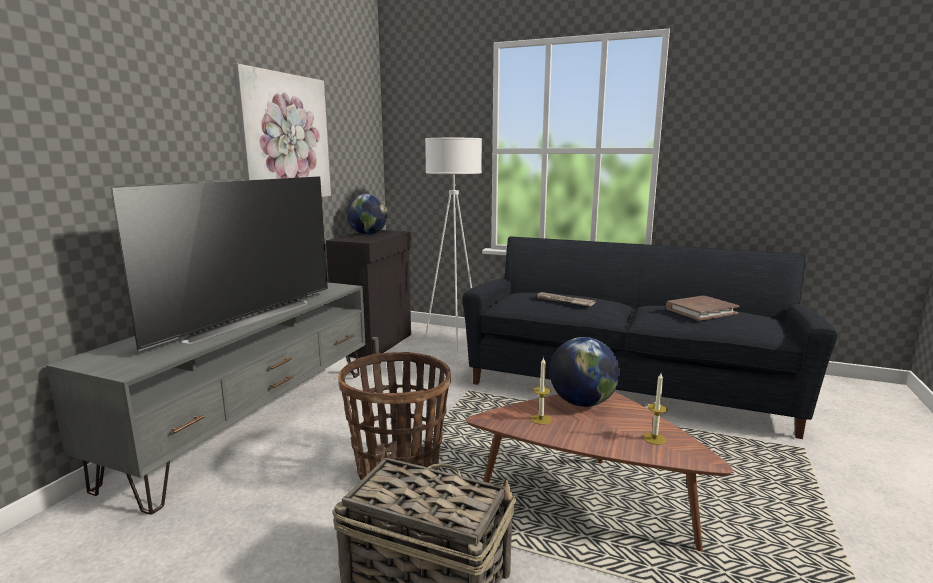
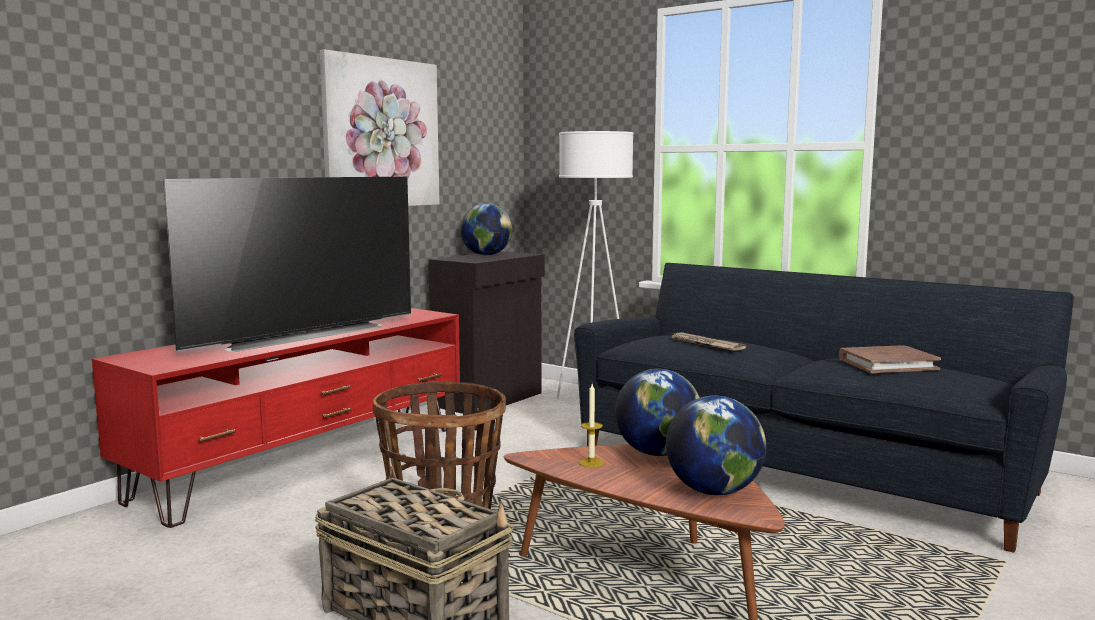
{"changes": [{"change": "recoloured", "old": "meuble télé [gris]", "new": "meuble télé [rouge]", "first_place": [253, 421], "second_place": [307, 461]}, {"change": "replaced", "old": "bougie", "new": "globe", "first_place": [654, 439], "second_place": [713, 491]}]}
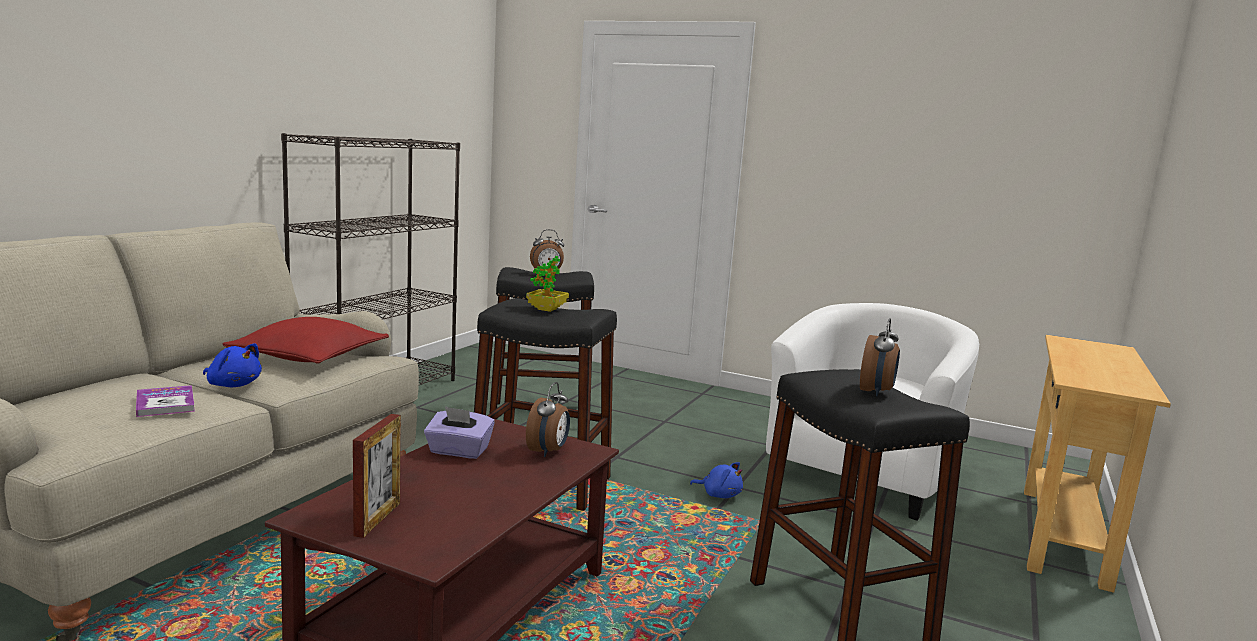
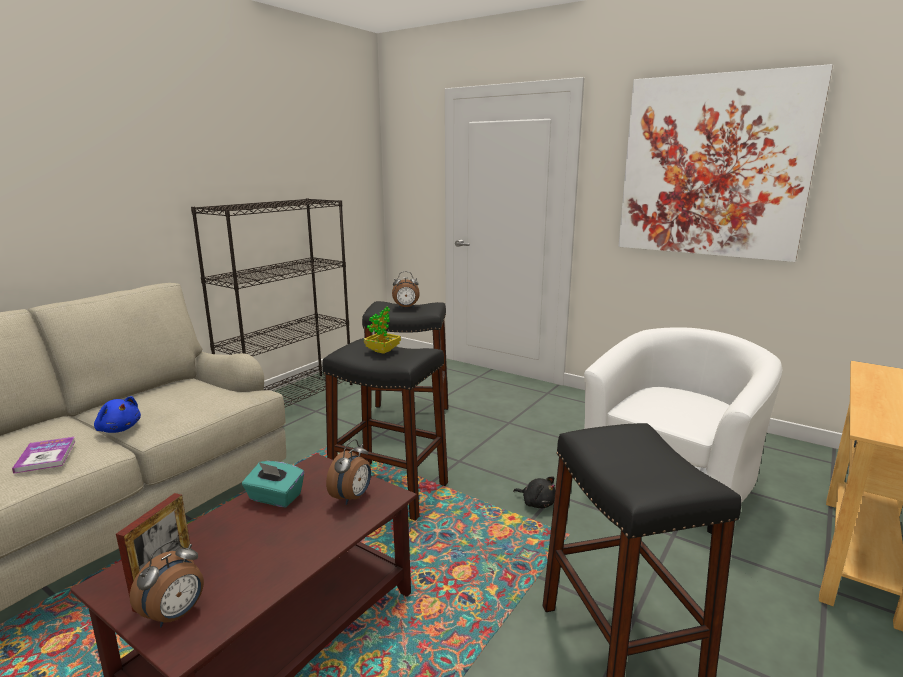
{"changes": [{"change": "removed", "old": "coussin [rouge]", "first_place": [309, 357]}, {"change": "moved", "old": "réveil", "first_place": [876, 392], "second_place": [176, 615]}, {"change": "recoloured", "old": "boîte à mouchoirs [violet]", "new": "boîte à mouchoirs [turquoise]", "first_place": [458, 451], "second_place": [275, 498]}, {"change": "recoloured", "old": "peluche [bleu]", "new": "peluche [noir]", "first_place": [719, 495], "second_place": [537, 503]}, {"change": "added", "new": "tableau", "second_place": [713, 167]}]}
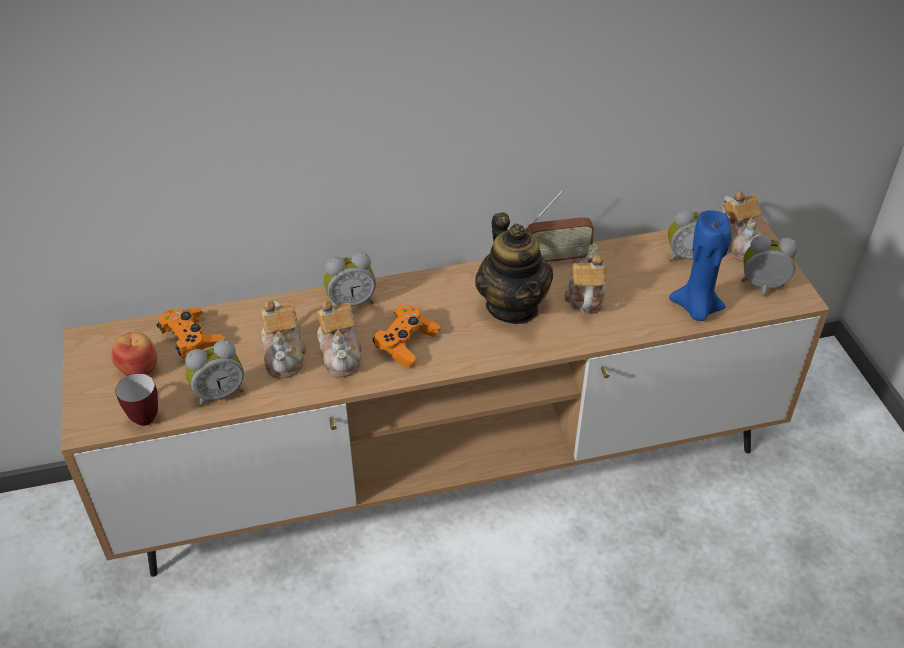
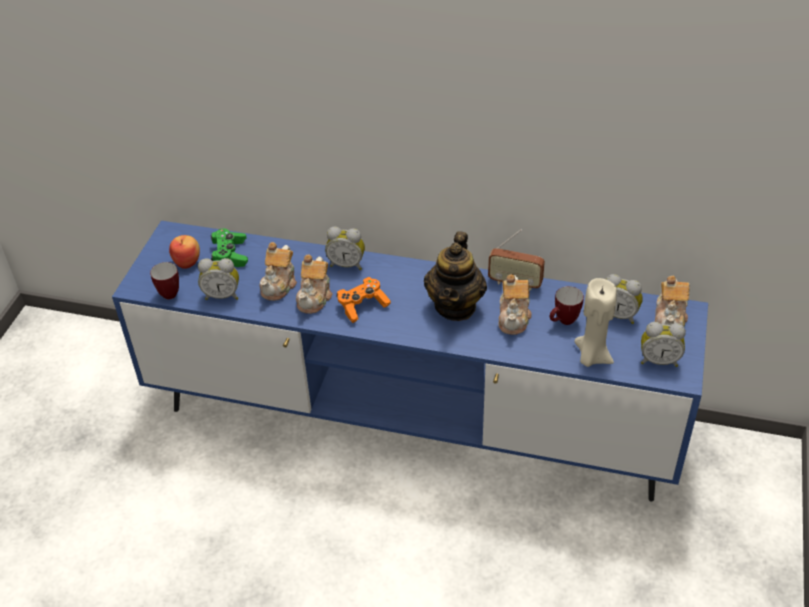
{"changes": [{"change": "recoloured", "old": "bougie [bleu]", "new": "bougie [beige]", "first_place": [696, 309], "second_place": [591, 356]}, {"change": "recoloured", "old": "meuble télé [marron]", "new": "meuble télé [bleu]", "first_place": [451, 472], "second_place": [410, 422]}, {"change": "turned", "old": "réveil", "first_place": [762, 288], "second_place": [658, 360], "degrees": 150}, {"change": "turned", "old": "théière", "first_place": [585, 296], "second_place": [514, 317], "degrees": 150}, {"change": "recoloured", "old": "manette [orange]", "new": "manette [vert]", "first_place": [192, 340], "second_place": [230, 255]}, {"change": "added", "new": "mug", "second_place": [563, 322]}]}
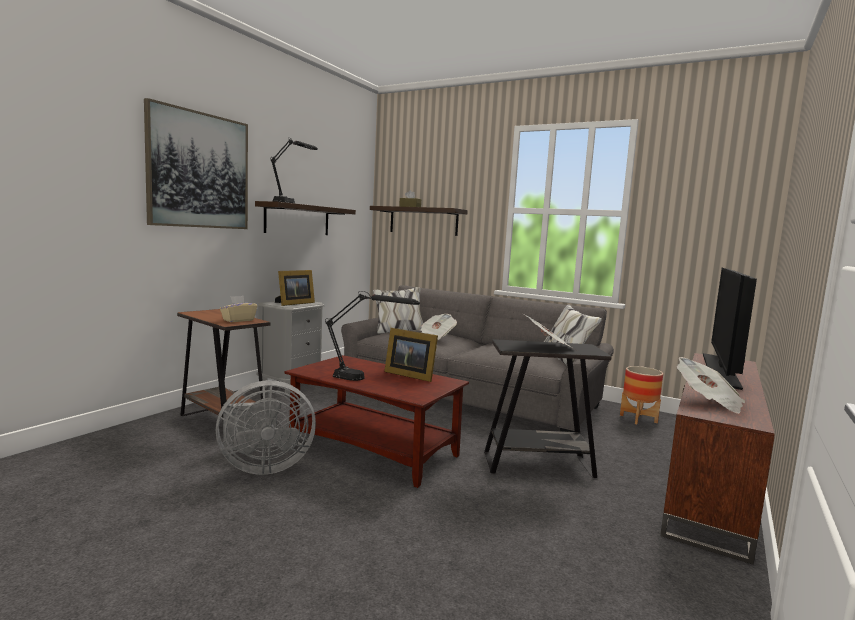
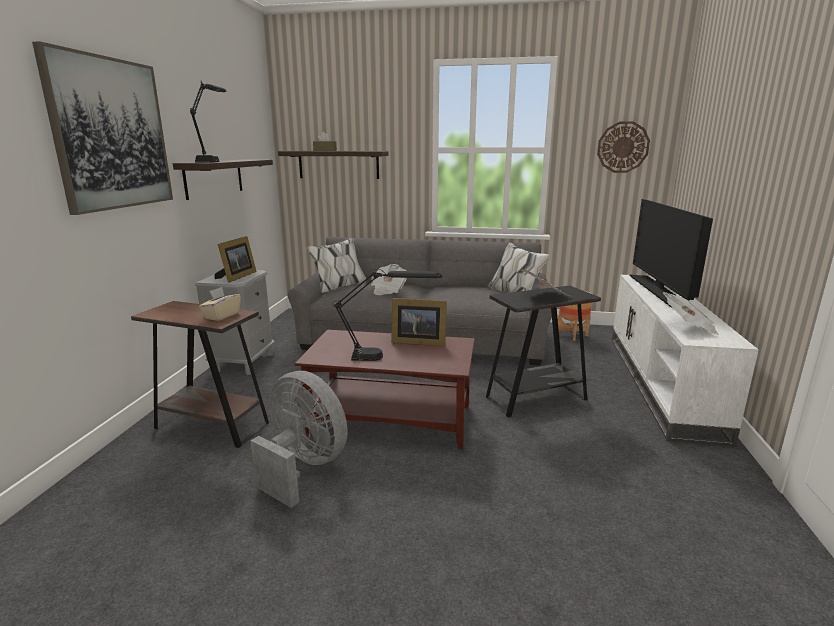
{"changes": [{"change": "recoloured", "old": "meuble télé [marron]", "new": "meuble télé [blanc]", "first_place": [711, 482], "second_place": [662, 383]}, {"change": "turned", "old": "ventilateur [gris]", "first_place": [262, 467], "second_place": [303, 467], "degrees": -105}, {"change": "added", "new": "horloge murale", "second_place": [623, 147]}]}
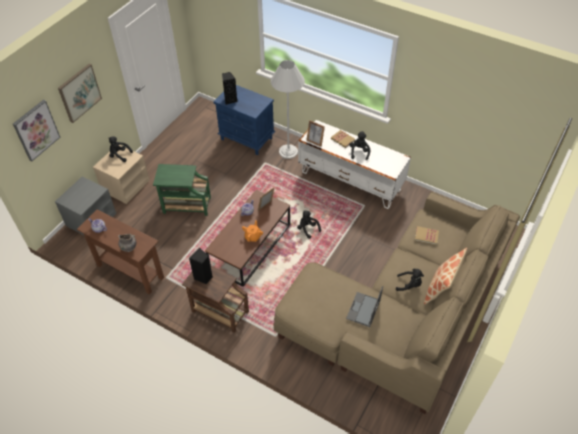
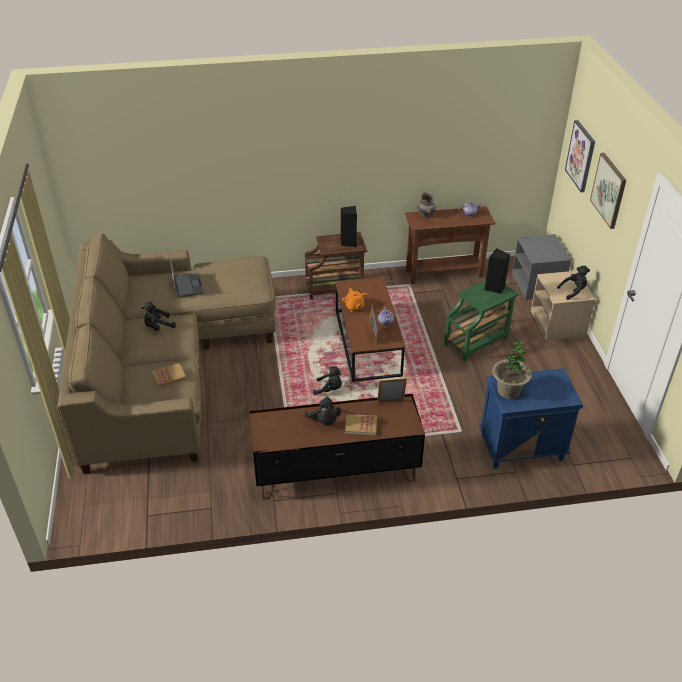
{"changes": [{"change": "removed", "old": "lampadaire [blanc]", "first_place": [288, 152]}, {"change": "moved", "old": "enceinte [noir]", "first_place": [230, 100], "second_place": [495, 288]}, {"change": "recoloured", "old": "meuble télé [blanc]", "new": "meuble télé [marron]", "first_place": [350, 181], "second_place": [335, 471]}, {"change": "removed", "old": "coussin", "first_place": [441, 288]}, {"change": "added", "new": "plante en pot", "second_place": [508, 391]}]}
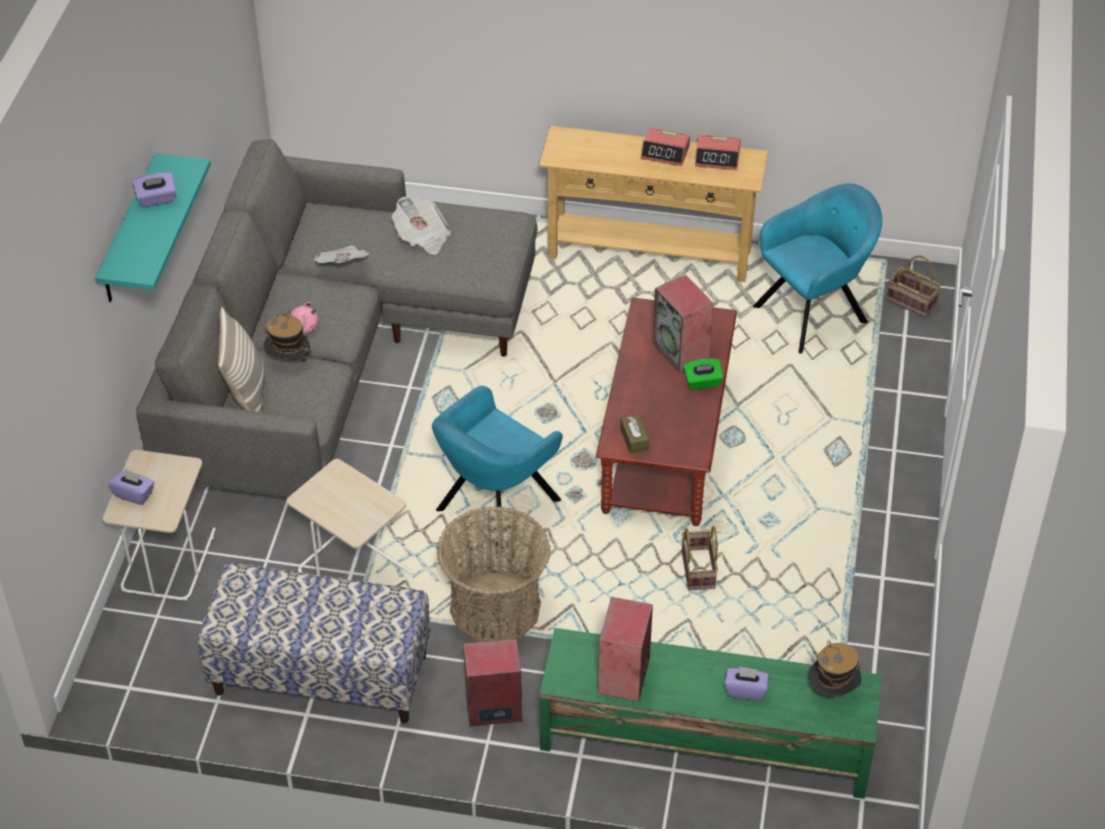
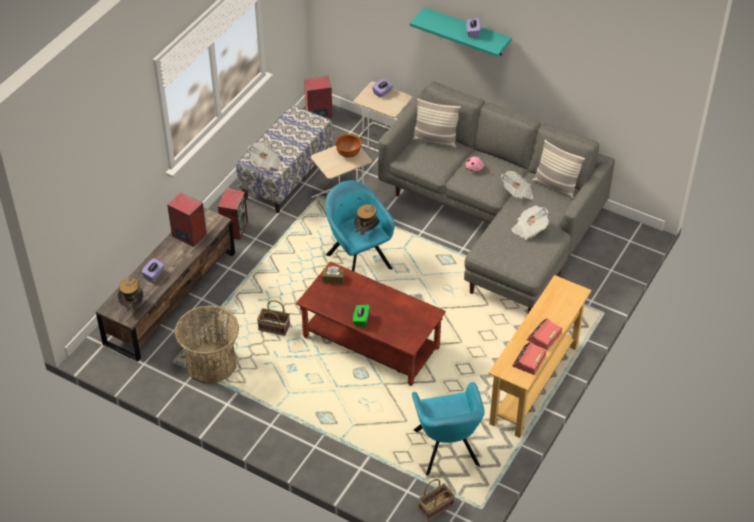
{"changes": [{"change": "moved", "old": "enceinte", "first_place": [681, 351], "second_place": [318, 113]}, {"change": "moved", "old": "chapeau", "first_place": [289, 362], "second_place": [366, 232]}, {"change": "moved", "old": "panier", "first_place": [495, 609], "second_place": [211, 363]}, {"change": "recoloured", "old": "meuble télé [vert]", "new": "meuble télé [marron]", "first_place": [704, 739], "second_place": [171, 297]}, {"change": "added", "new": "bol [marron]", "second_place": [348, 154]}, {"change": "added", "new": "coussin", "second_place": [555, 186]}, {"change": "added", "new": "journal", "second_place": [266, 163]}]}
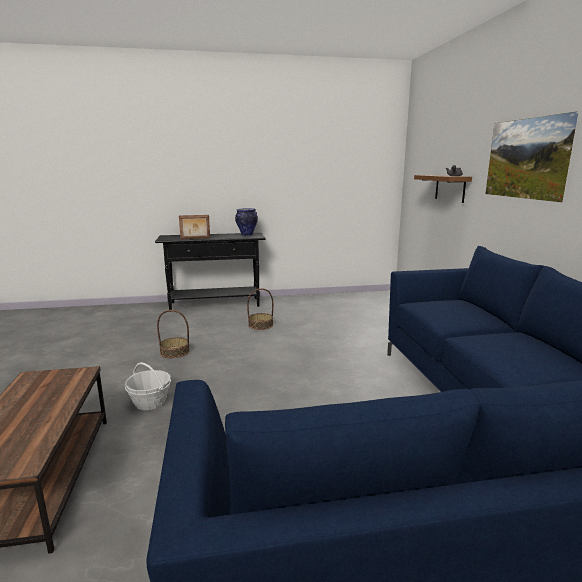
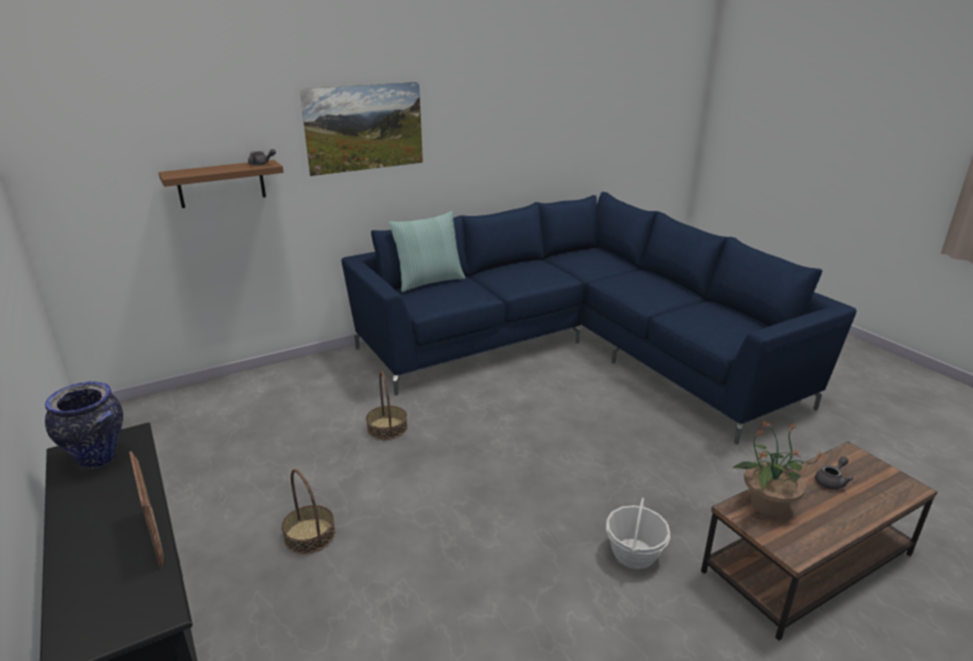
{"changes": [{"change": "moved", "old": "panier", "first_place": [175, 352], "second_place": [387, 428]}, {"change": "added", "new": "coussin", "second_place": [429, 281]}, {"change": "added", "new": "plante en pot", "second_place": [767, 504]}, {"change": "added", "new": "théière [gris]", "second_place": [831, 481]}]}
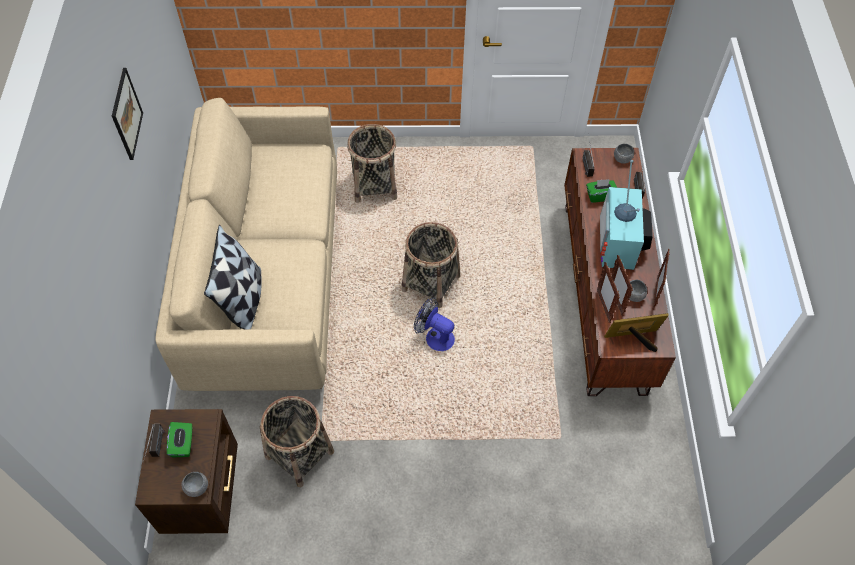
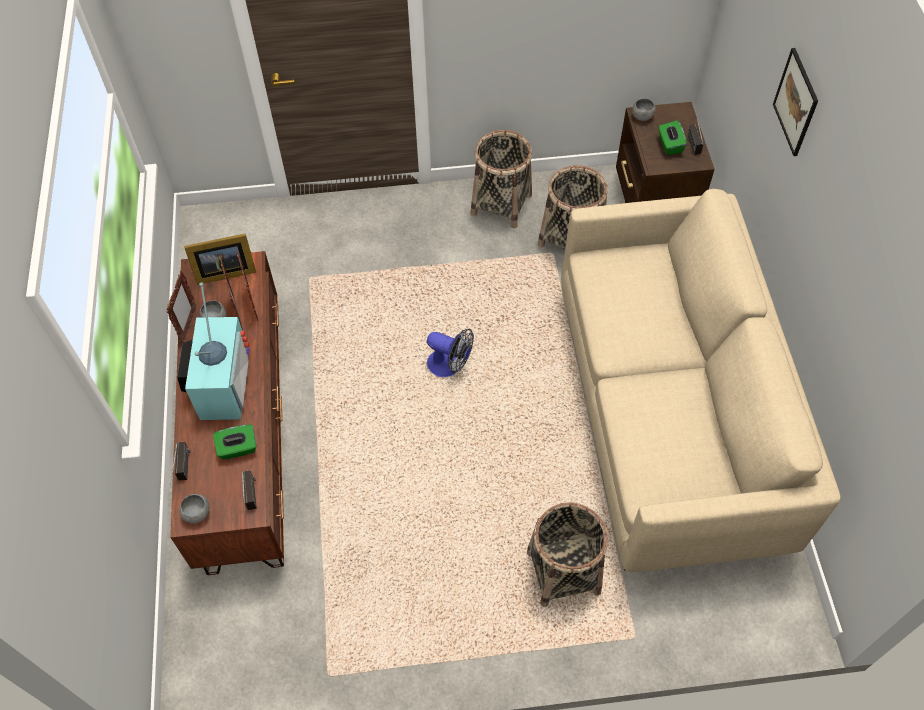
{"changes": [{"change": "moved", "old": "tableau", "first_place": [126, 114], "second_place": [796, 102]}, {"change": "moved", "old": "panier", "first_place": [430, 283], "second_place": [501, 204]}, {"change": "removed", "old": "coussin", "first_place": [243, 301]}]}
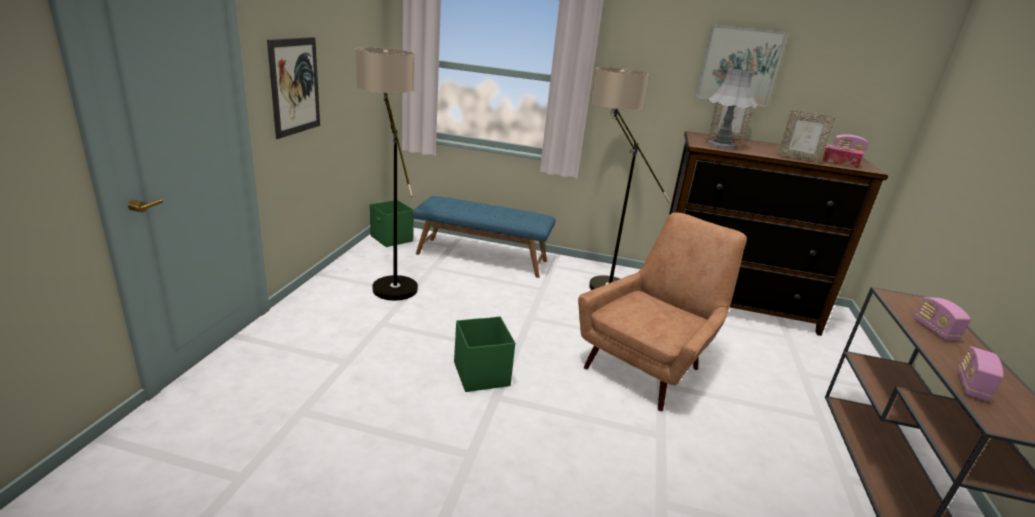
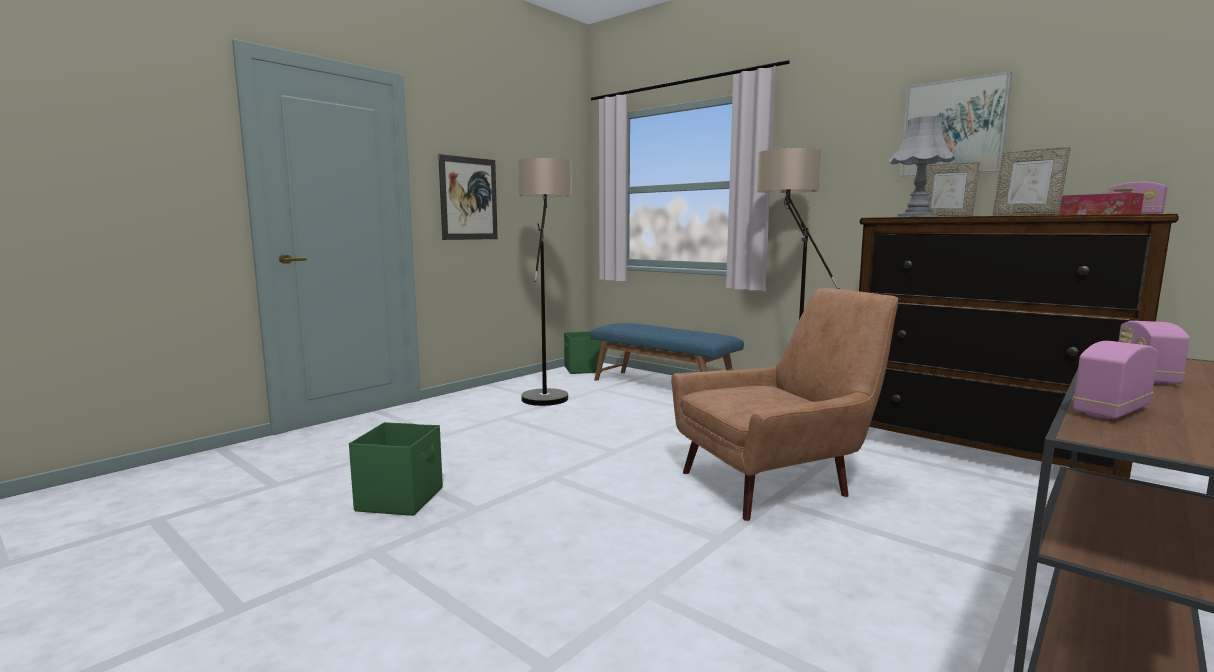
{"changes": [{"change": "moved", "old": "boîte de rangement [vert]", "first_place": [481, 373], "second_place": [401, 499]}]}
